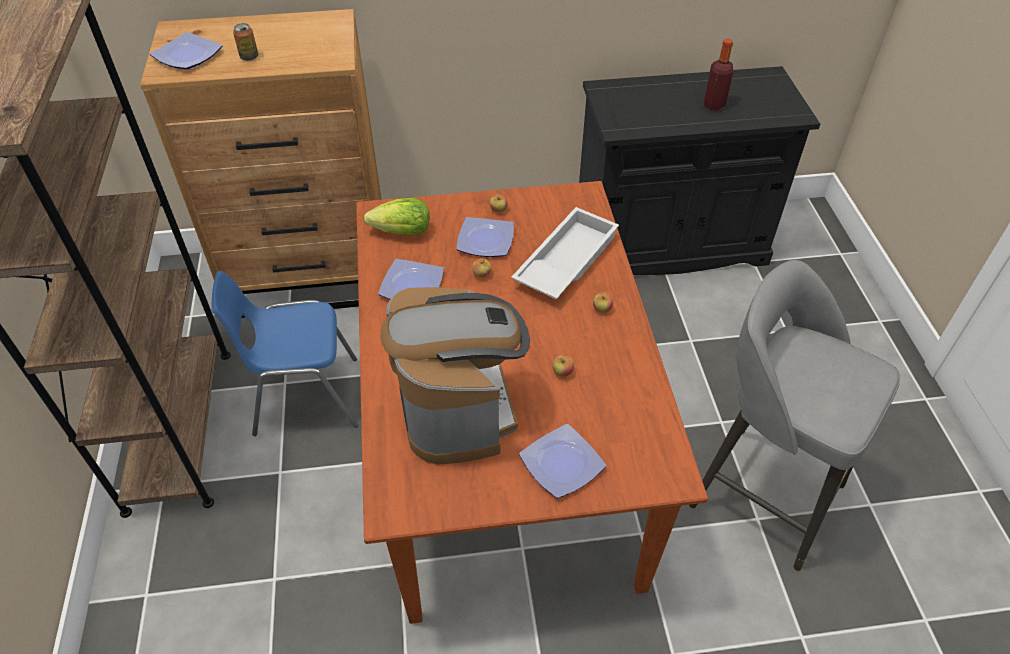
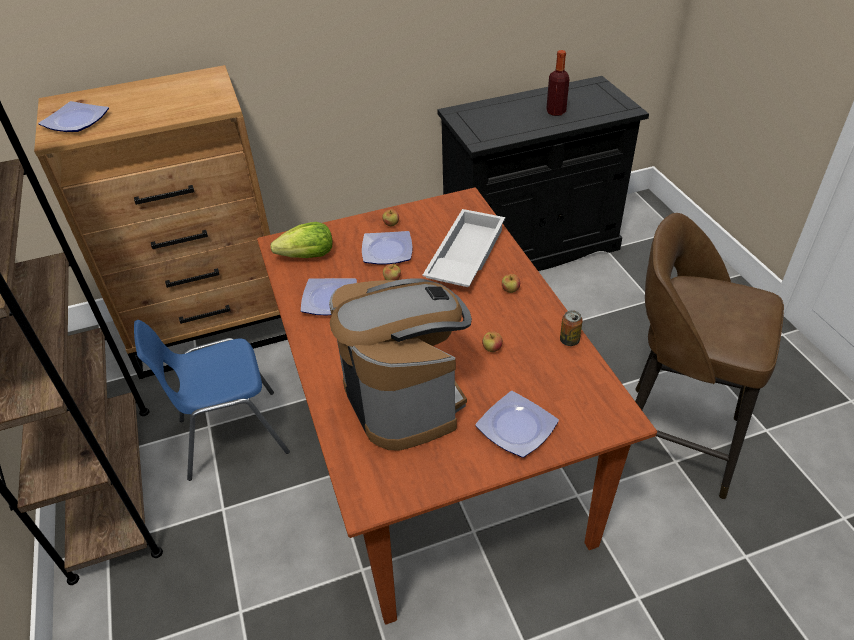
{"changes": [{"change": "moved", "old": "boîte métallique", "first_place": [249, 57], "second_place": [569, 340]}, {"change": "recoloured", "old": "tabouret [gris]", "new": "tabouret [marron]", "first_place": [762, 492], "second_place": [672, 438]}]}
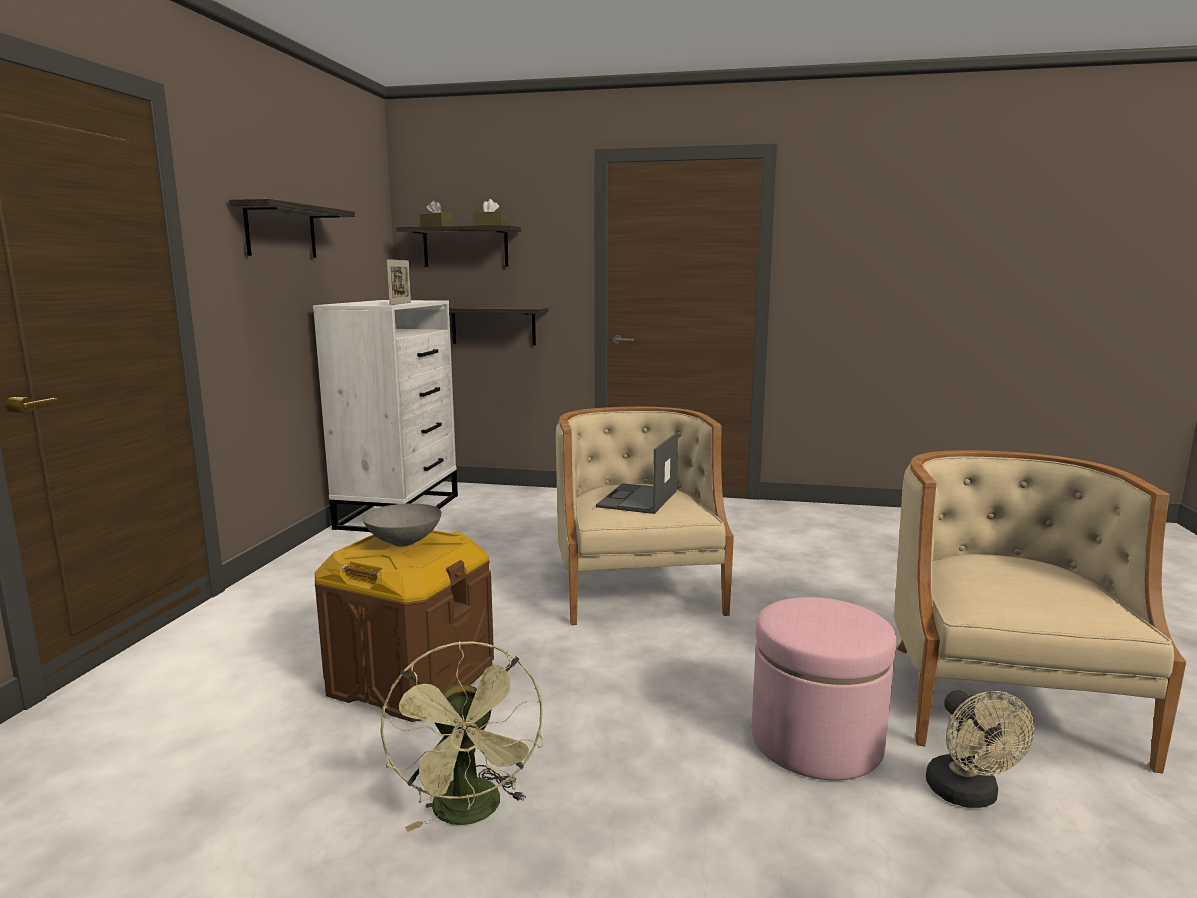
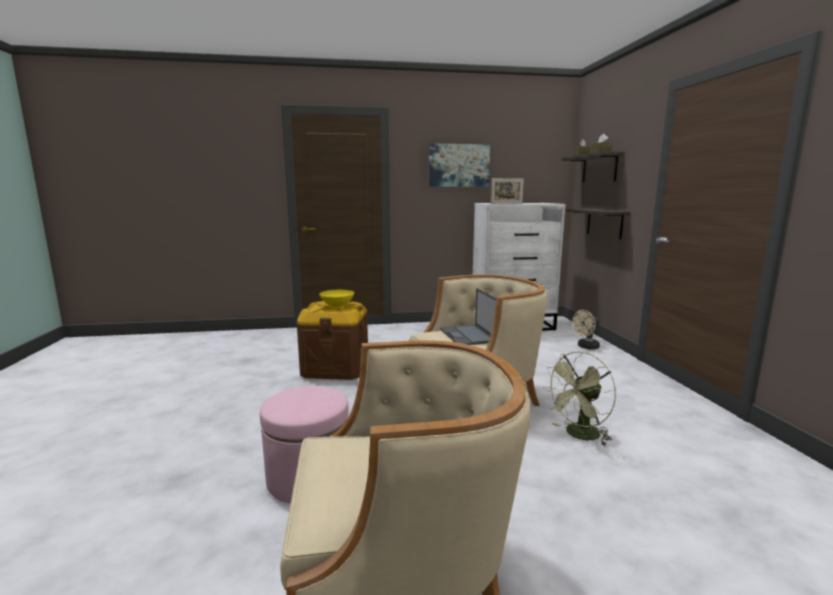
{"changes": [{"change": "replaced", "old": "étagère", "new": "tableau", "first_place": [281, 231], "second_place": [458, 165]}, {"change": "turned", "old": "ordinateur portable", "first_place": [637, 499], "second_place": [468, 336], "degrees": -105}, {"change": "recoloured", "old": "bol [gris]", "new": "bol [jaune]", "first_place": [402, 542], "second_place": [337, 305]}, {"change": "moved", "old": "ventilateur [vert]", "first_place": [471, 813], "second_place": [579, 435]}, {"change": "moved", "old": "ventilateur [beige]", "first_place": [968, 796], "second_place": [586, 347]}]}
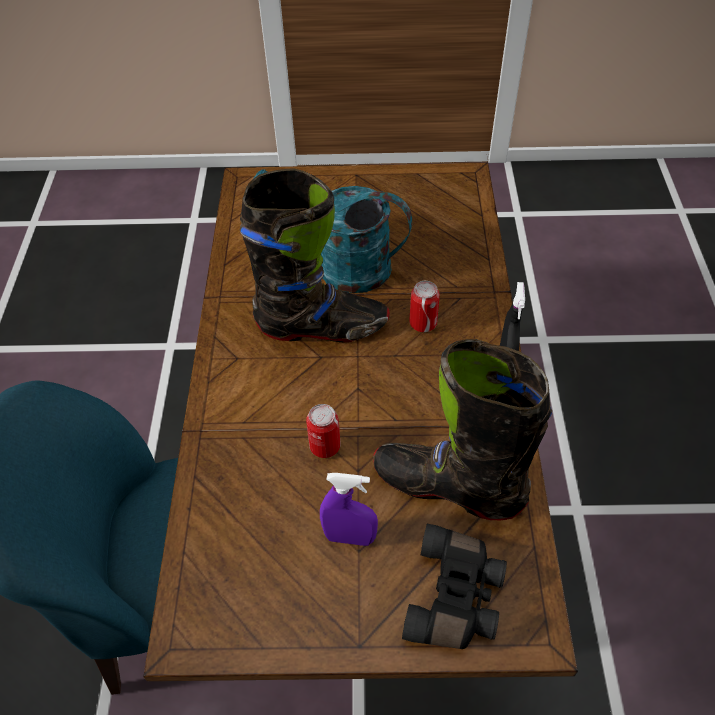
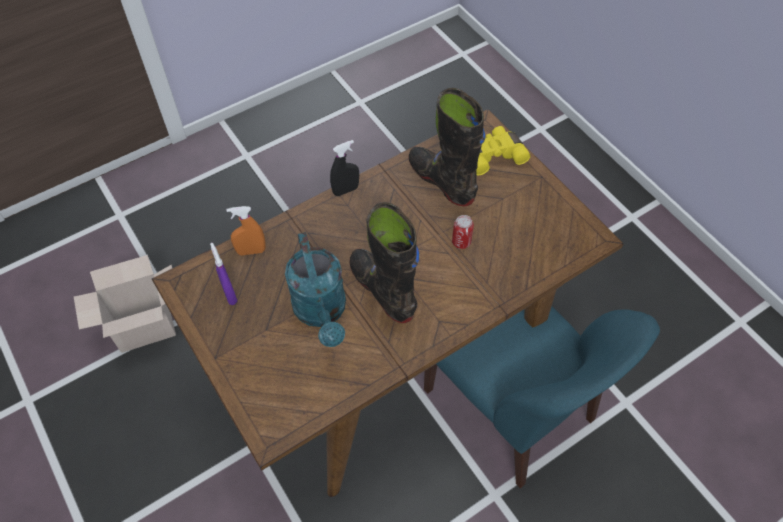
{"changes": [{"change": "removed", "old": "boîte métallique", "first_place": [423, 323]}, {"change": "turned", "old": "botte [noir]", "first_place": [448, 487], "second_place": [442, 181], "degrees": 150}, {"change": "moved", "old": "vaporisateur [violet]", "first_place": [349, 537], "second_place": [229, 294]}, {"change": "recoloured", "old": "jumelles [noir]", "new": "jumelles [jaune]", "first_place": [456, 597], "second_place": [492, 155]}, {"change": "added", "new": "vaporisateur [orange]", "second_place": [251, 251]}, {"change": "added", "new": "carton", "second_place": [143, 330]}]}
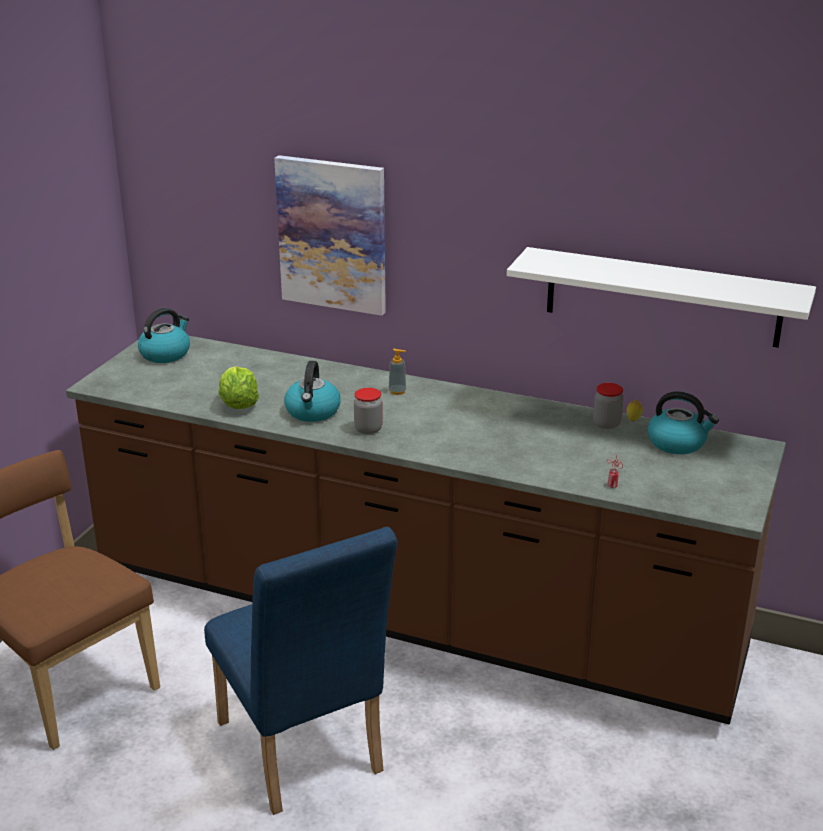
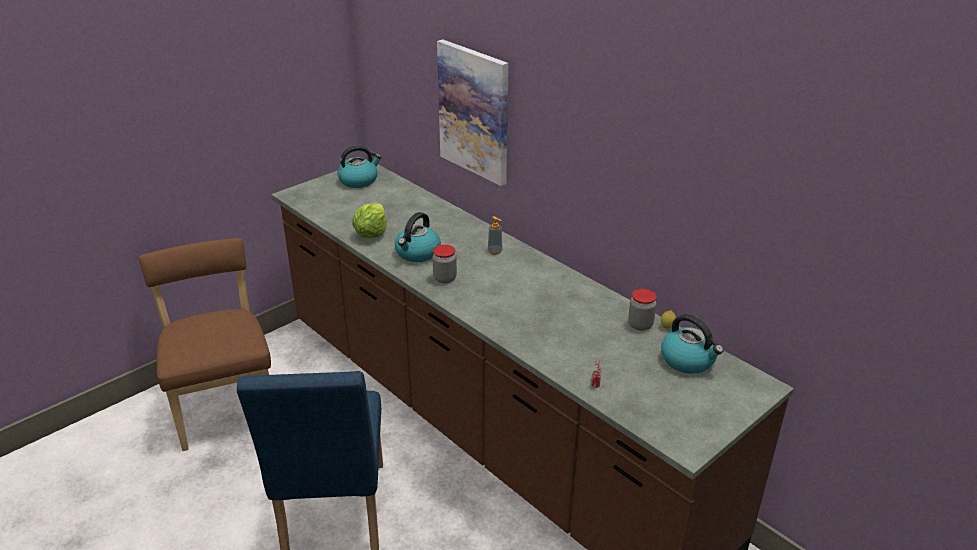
{"changes": [{"change": "removed", "old": "étagère [blanc]", "first_place": [662, 297]}]}
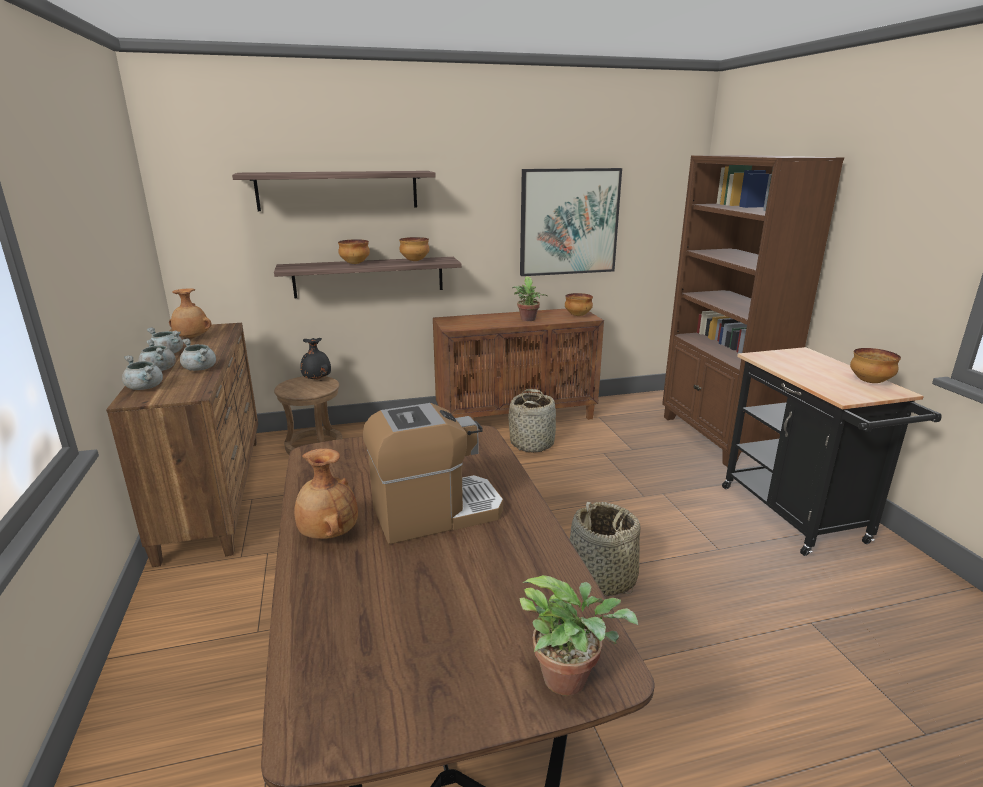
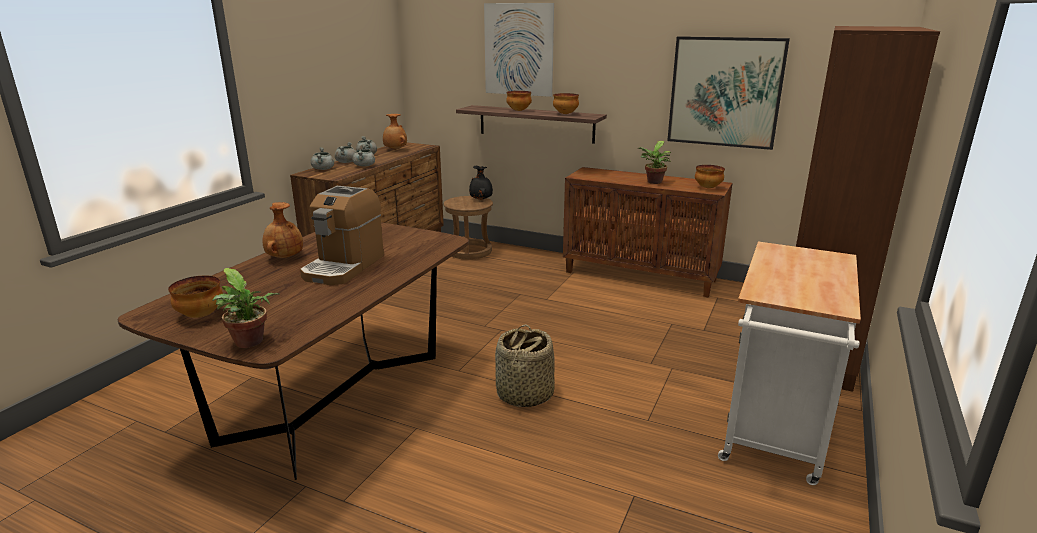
{"changes": [{"change": "replaced", "old": "étagère", "new": "tableau", "first_place": [338, 190], "second_place": [518, 49]}, {"change": "recoloured", "old": "chariot [noir]", "new": "chariot [blanc]", "first_place": [799, 519], "second_place": [773, 437]}, {"change": "moved", "old": "bol", "first_place": [869, 382], "second_place": [200, 315]}, {"change": "removed", "old": "panier", "first_place": [532, 443]}, {"change": "turned", "old": "machine à café", "first_place": [436, 512], "second_place": [344, 266], "degrees": 90}]}
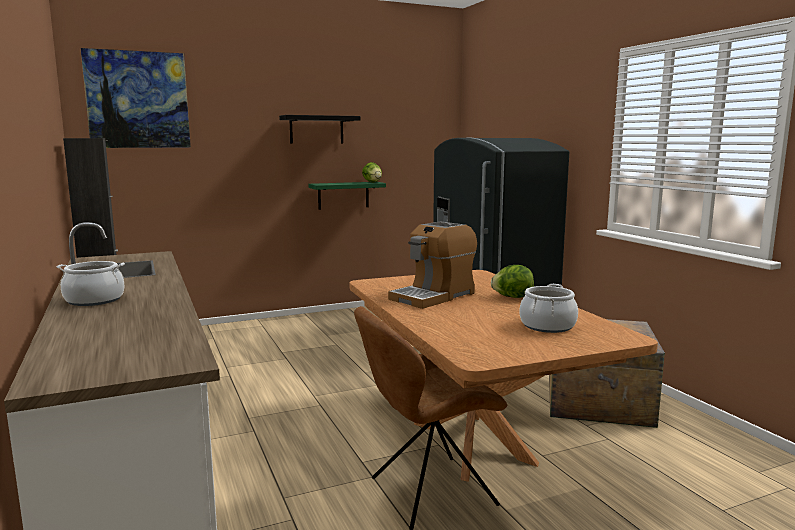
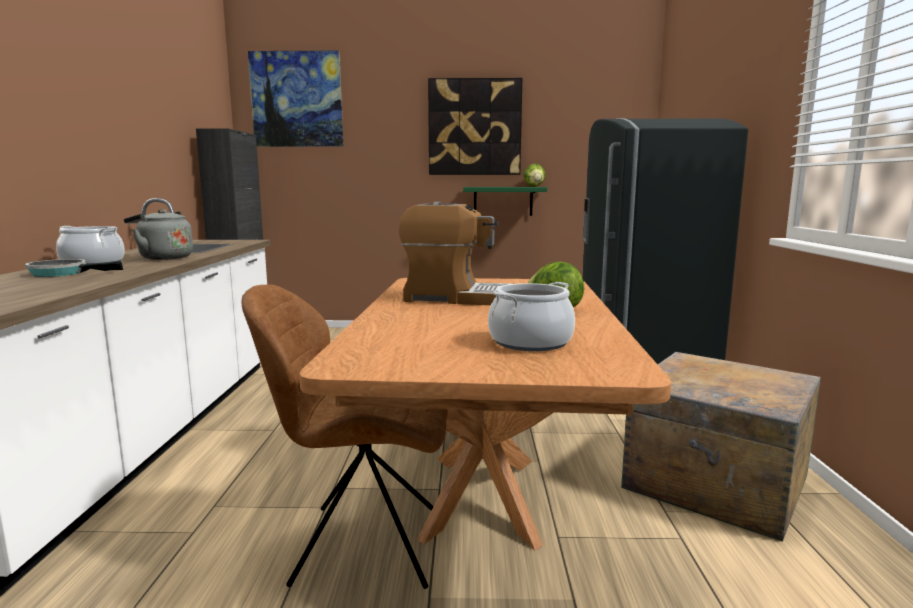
{"changes": [{"change": "replaced", "old": "étagère [noir]", "new": "tableau", "first_place": [316, 129], "second_place": [474, 127]}, {"change": "turned", "old": "machine à café", "first_place": [433, 296], "second_place": [457, 298], "degrees": -150}, {"change": "added", "new": "bouilloire [gris]", "second_place": [163, 257]}, {"change": "added", "new": "poêle", "second_place": [63, 273]}]}
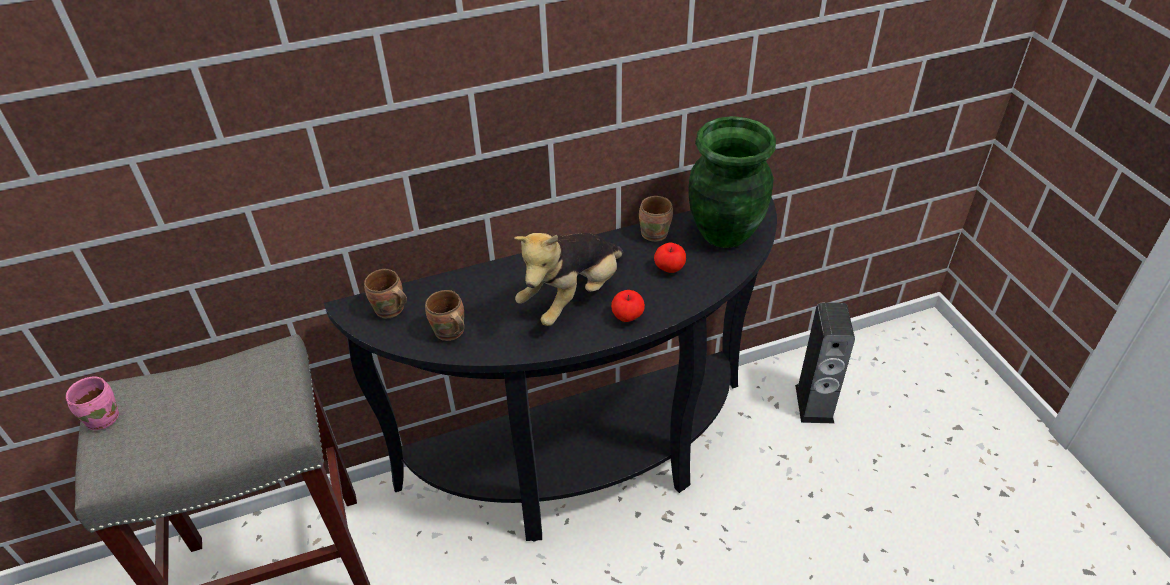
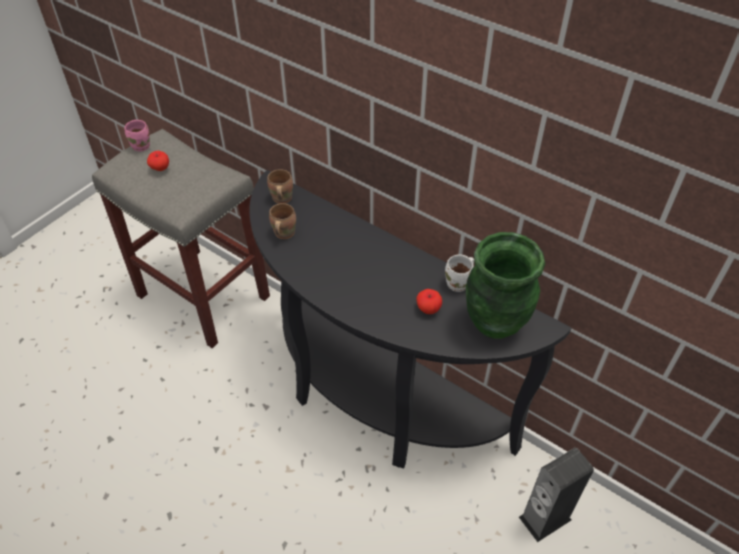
{"changes": [{"change": "recoloured", "old": "mug [marron]", "new": "mug [blanc]", "first_place": [655, 233], "second_place": [459, 284]}, {"change": "removed", "old": "peluche", "first_place": [572, 297]}, {"change": "moved", "old": "pomme", "first_place": [627, 317], "second_place": [160, 168]}]}
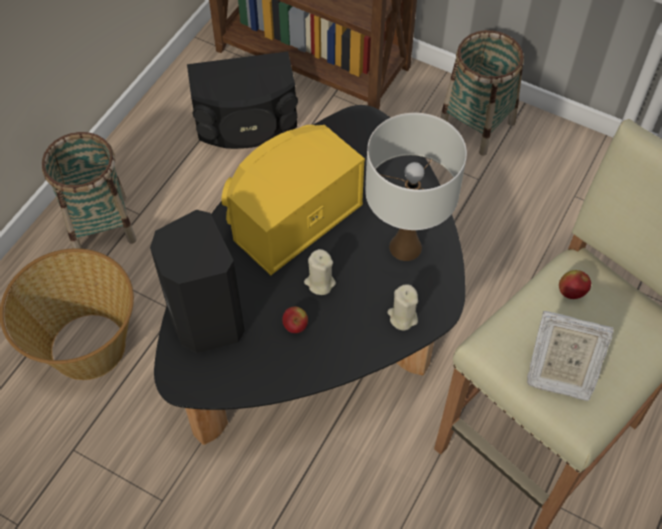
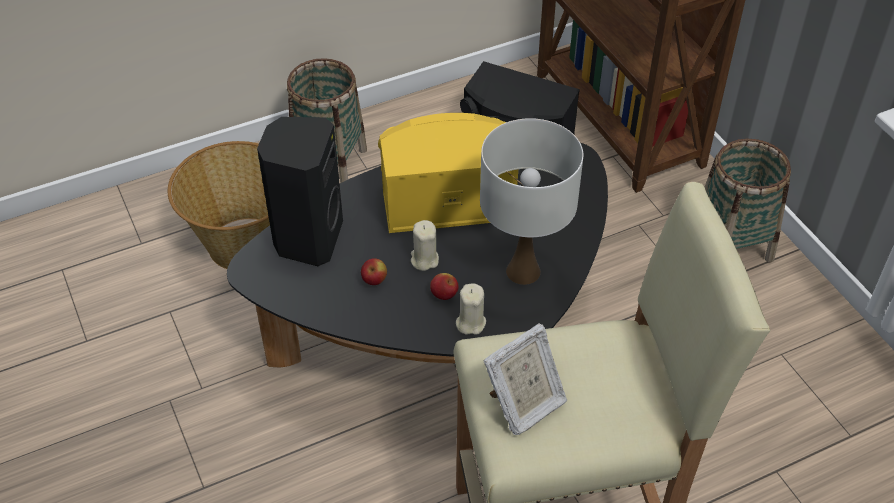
{"changes": [{"change": "moved", "old": "pomme", "first_place": [571, 292], "second_place": [444, 295]}, {"change": "turned", "old": "cadre photo", "first_place": [559, 374], "second_place": [524, 405], "degrees": -90}]}
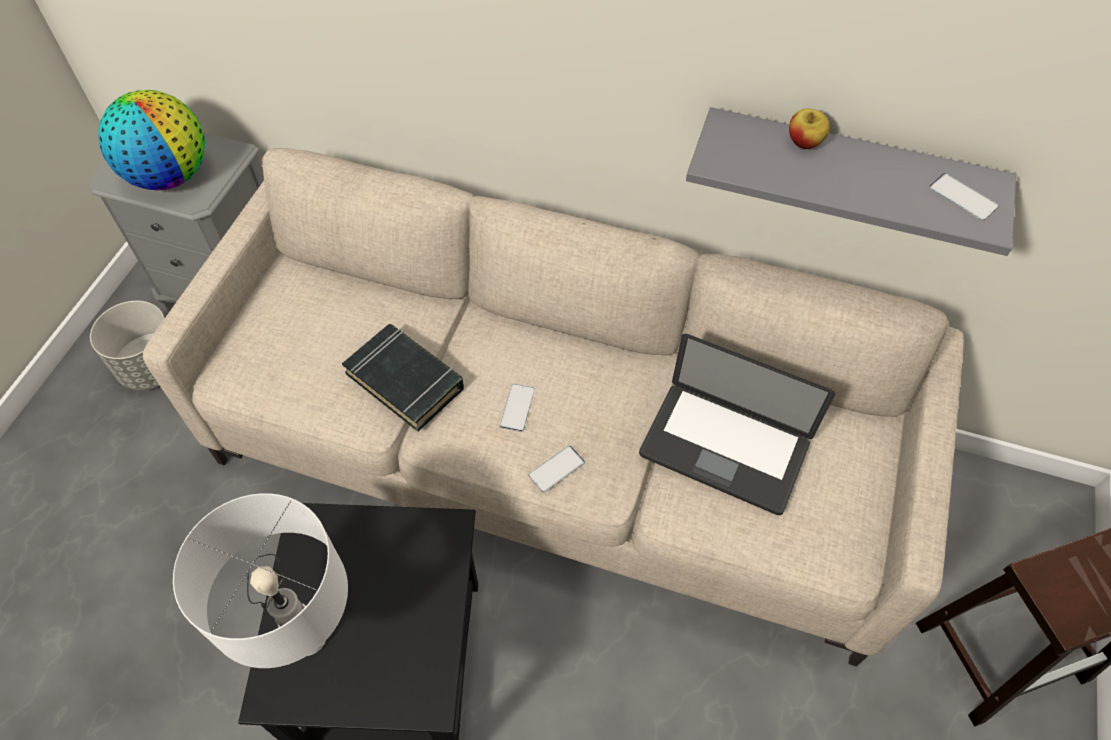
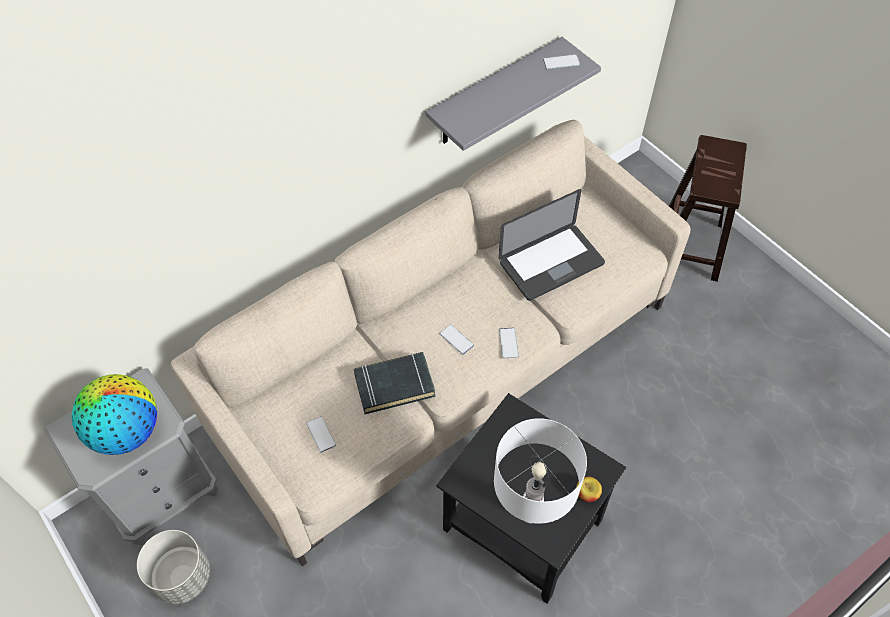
{"changes": [{"change": "moved", "old": "pomme", "first_place": [804, 142], "second_place": [587, 494]}, {"change": "added", "new": "téléphone", "second_place": [321, 434]}]}
